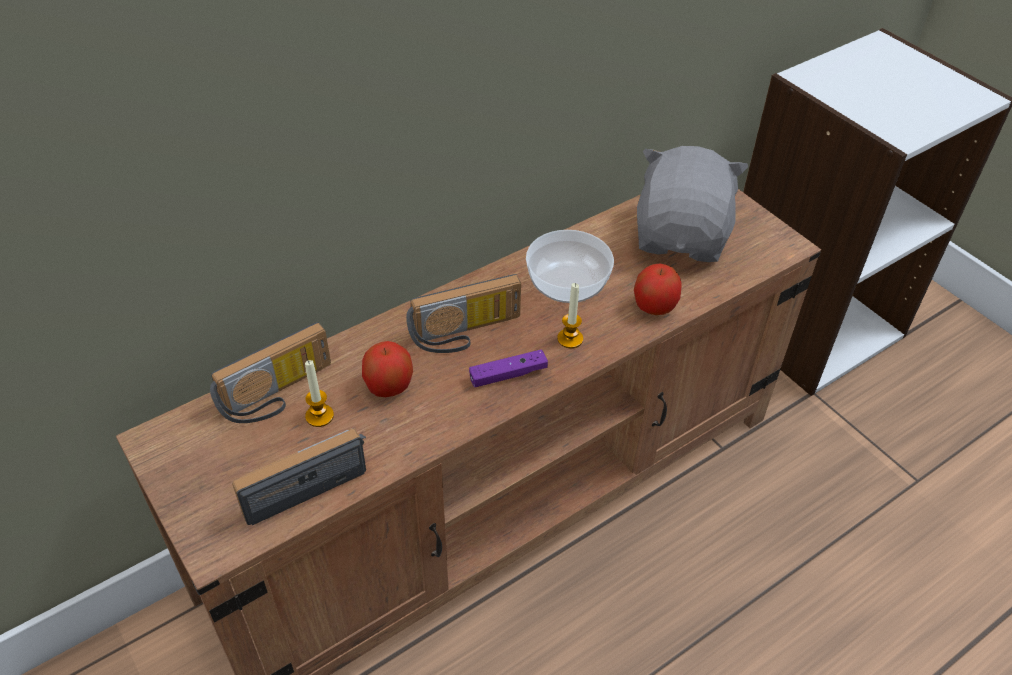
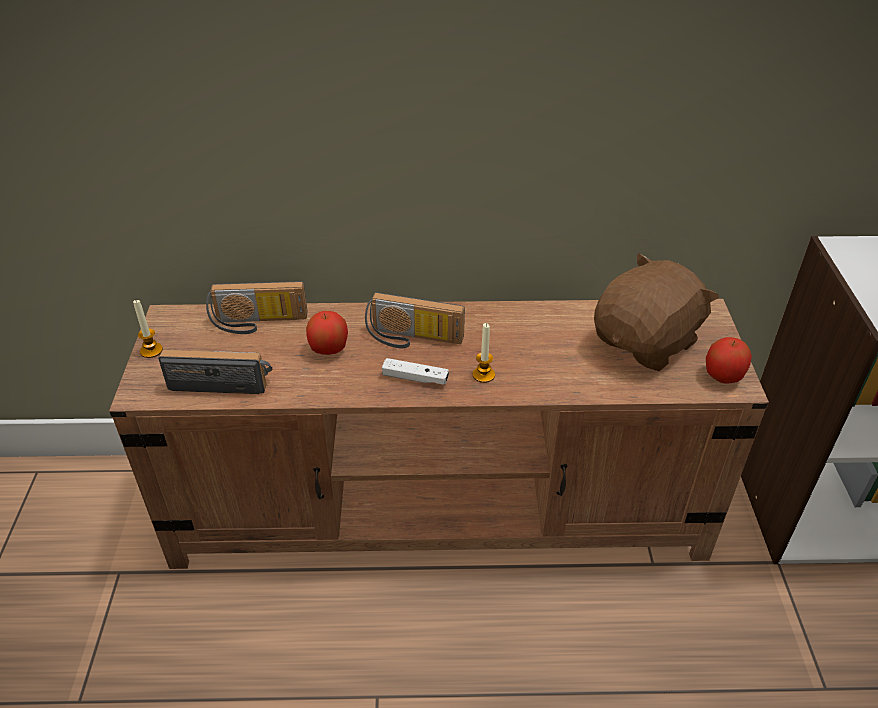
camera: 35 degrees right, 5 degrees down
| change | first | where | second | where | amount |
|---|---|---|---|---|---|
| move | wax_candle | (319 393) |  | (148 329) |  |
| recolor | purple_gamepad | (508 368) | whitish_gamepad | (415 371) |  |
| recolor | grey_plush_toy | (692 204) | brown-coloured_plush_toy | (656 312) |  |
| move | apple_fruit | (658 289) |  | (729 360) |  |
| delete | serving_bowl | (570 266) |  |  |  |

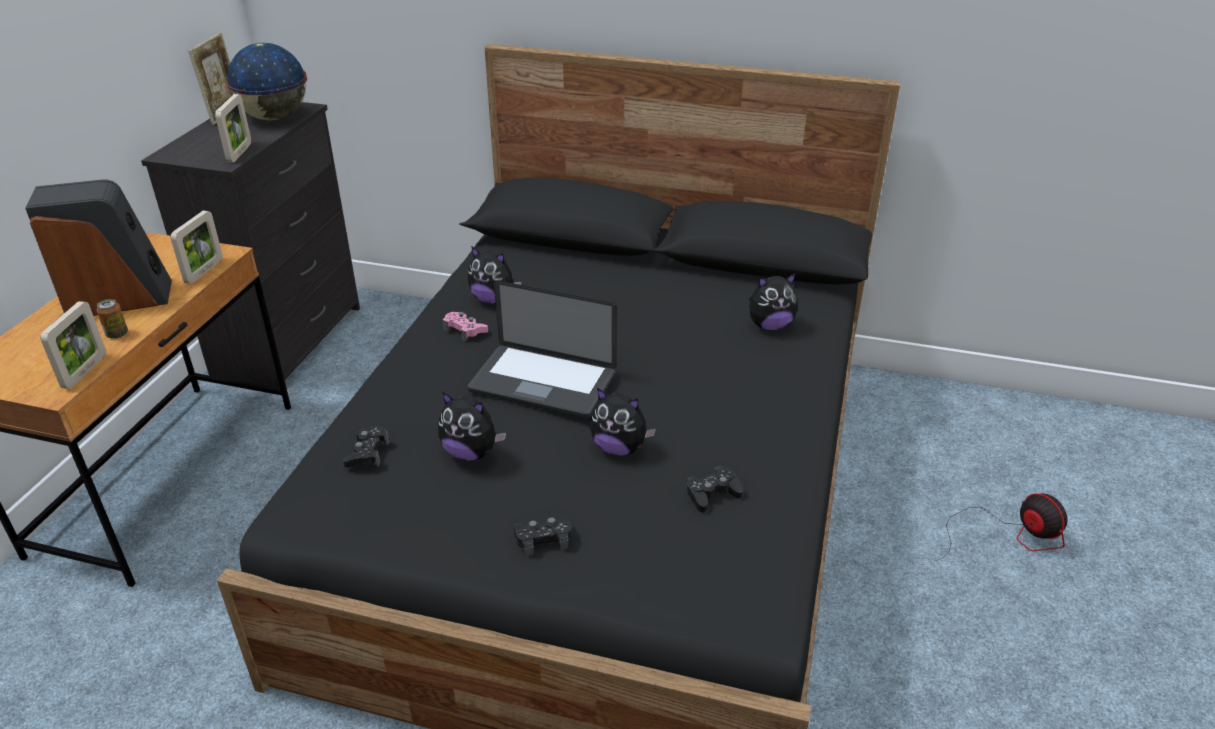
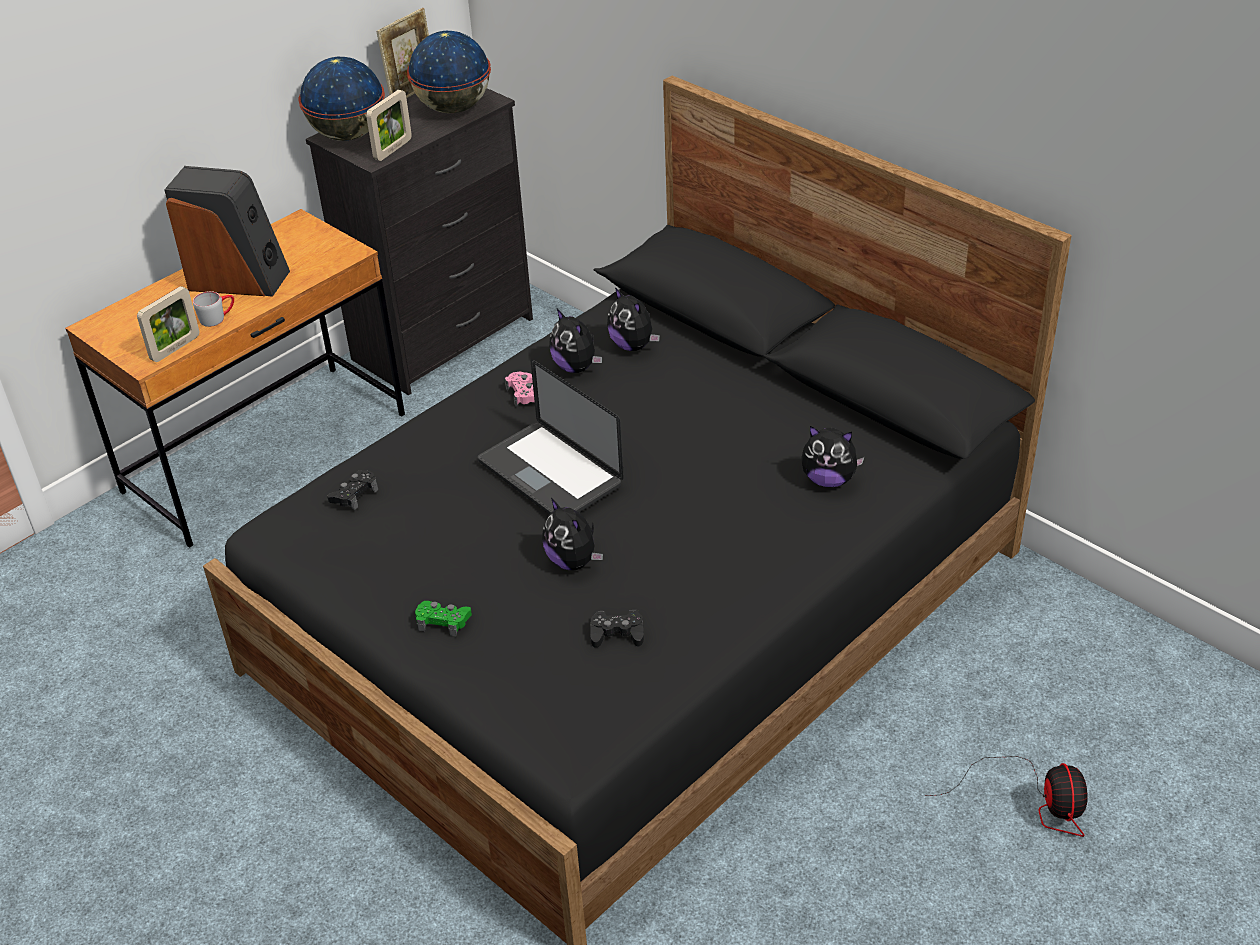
camera: 30 degrees right, 5 degrees up
| change | first | where | second | where | amount |
|---|---|---|---|---|---|
| replace | metal_can | (112 319) | grey_tea_mug | (213 309) |  |
| insert |  |  | globe | (342 99) |  |
| recolor | black-coloured_gamepad | (542 536) | green-coloured_gamepad | (443 618) |  |
| move | plush_toy | (472 426) |  | (633 319) |  |
| delete | picture_frame | (197 247) |  |  |  |

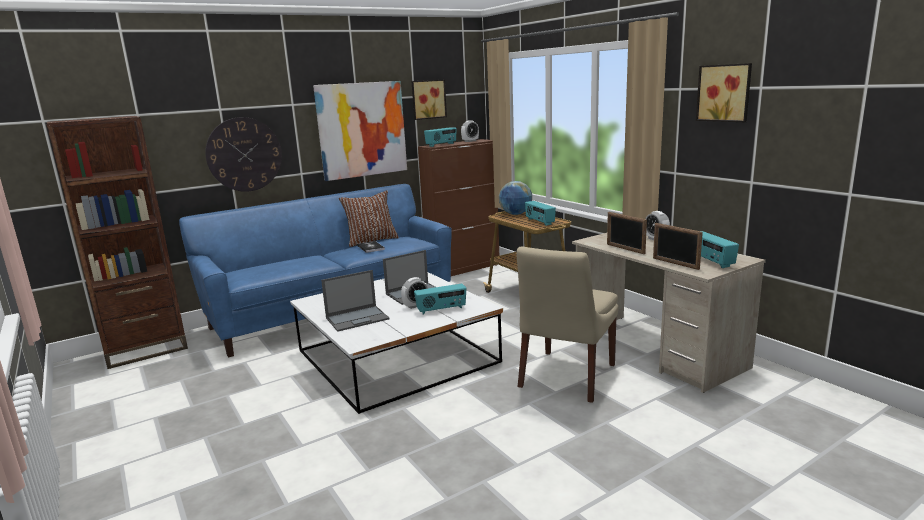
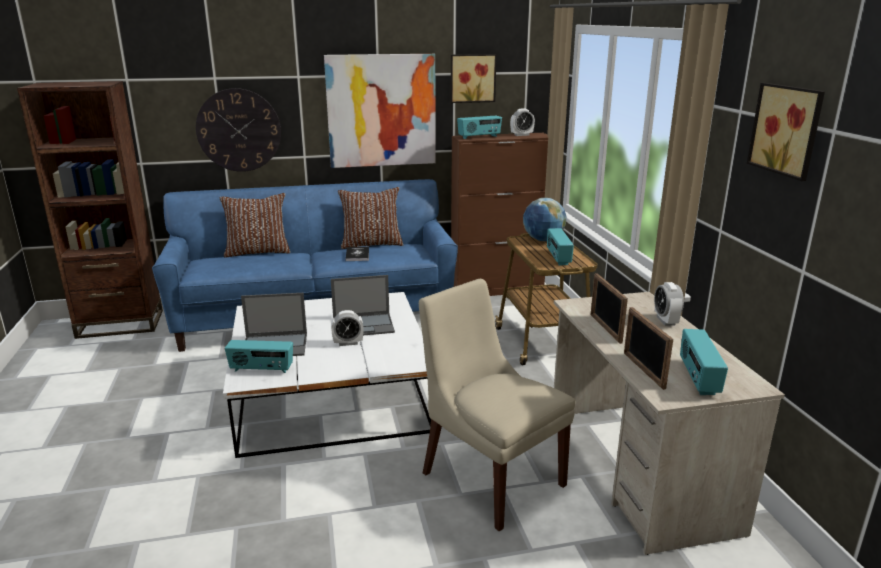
camera: 20 degrees right, 5 degrees up
| change | first | where | second | where | amount |
|---|---|---|---|---|---|
| insert |  |  | brown-coloured_throw_pillow | (254 225) |  |
| move | radio_receiver | (440 299) |  | (259 356) |  |
| rotate | beige_plain_chair | (567 325) |  | (497 405) | 90 degrees clockwise |

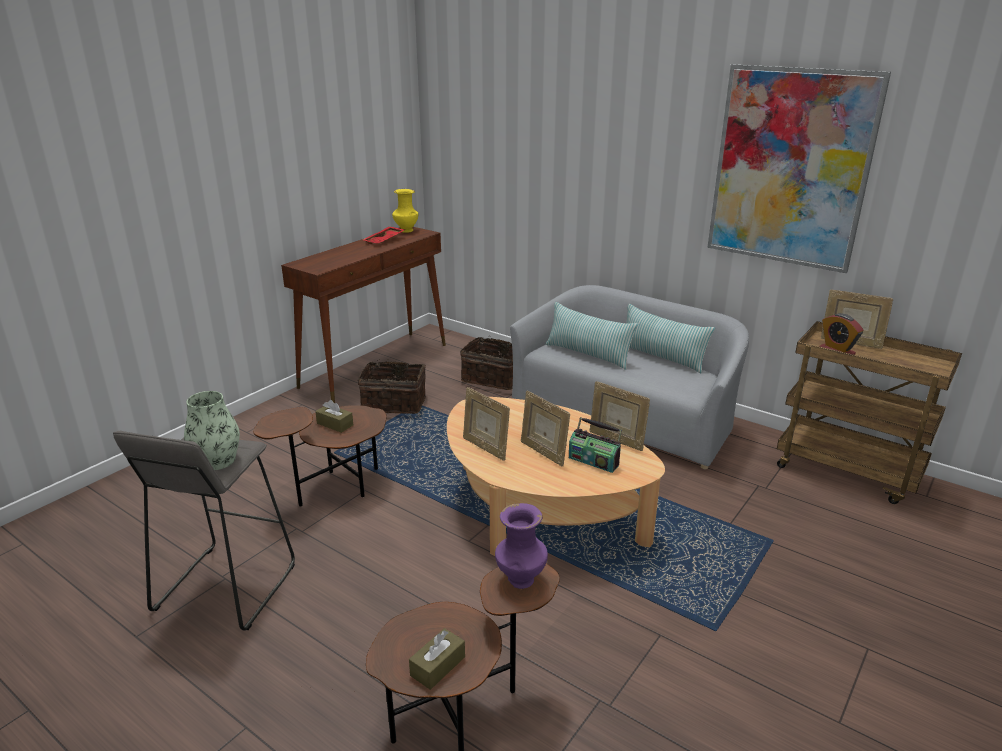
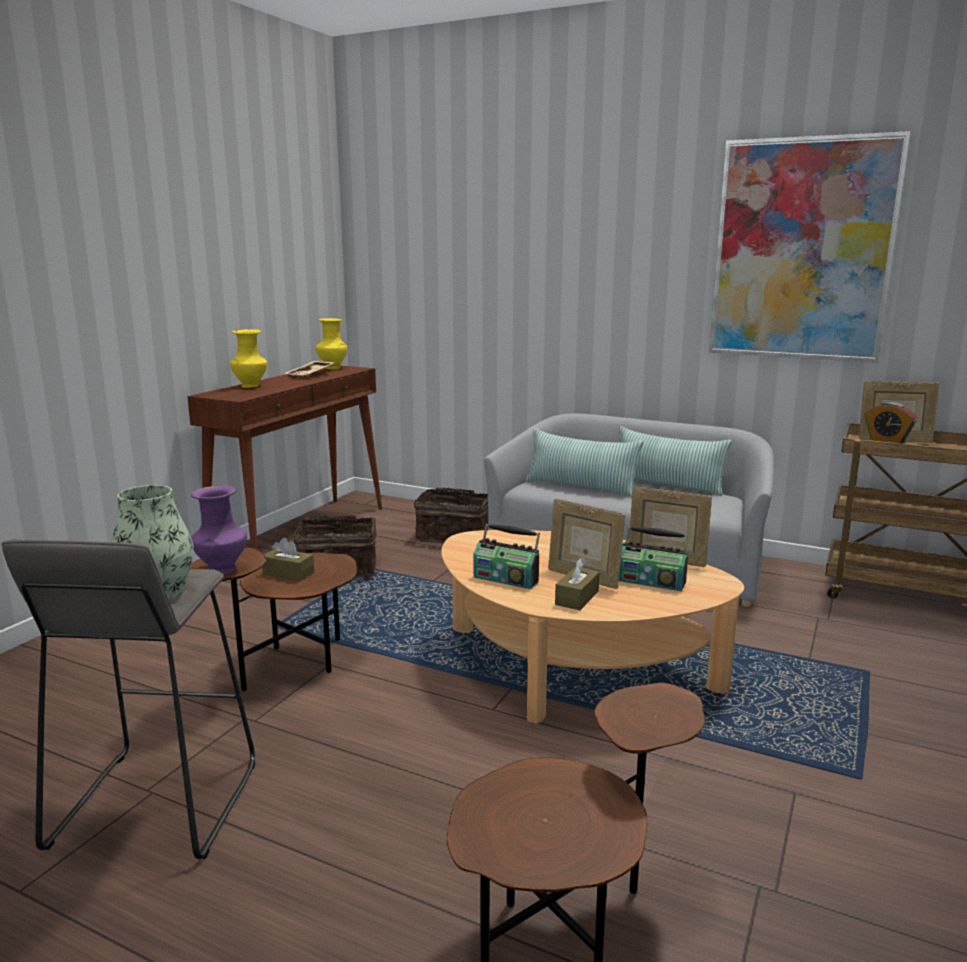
camera: 10 degrees left, 10 degrees down
| change | first | where | second | where | amount |
|---|---|---|---|---|---|
| move | purple_decorative_vase | (521 546) |  | (219 529) |  |
| insert |  |  | yellow-coloured_decorative_vase | (248 358) |  |
| recolor | red-coloured_carrying_tray | (384 235) | beige_carrying_tray | (310 369) |  |
| replace | picture_frame | (486 424) | radio_receiver | (507 556) |  |
| move | brown-coloured_tissue_box | (437 659) |  | (577 584) |  |

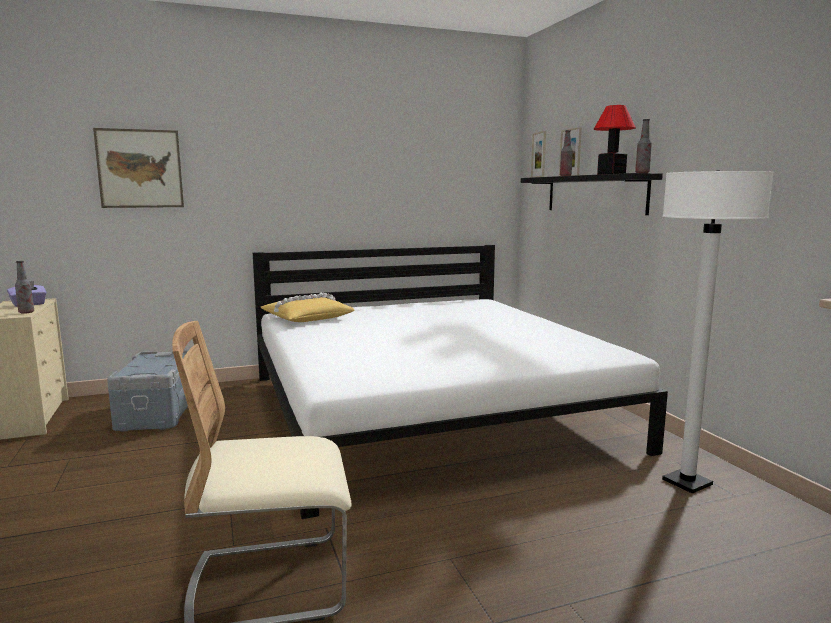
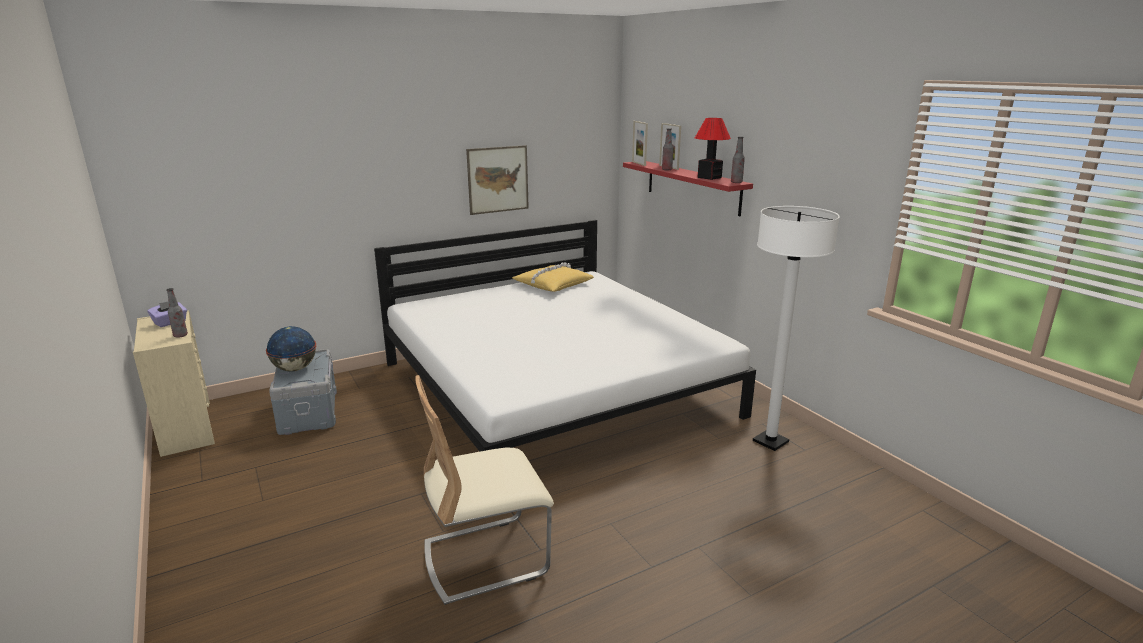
camera: 10 degrees left, 10 degrees up
| change | first | where | second | where | amount |
|---|---|---|---|---|---|
| insert |  |  | globe | (291 348) |  |
| move | wall_art | (138 168) |  | (497 180) |  |
| move | yellow-coloured_throw_pillow | (308 307) |  | (553 277) |  |
| recolor | black-coloured_shelf | (592 194) | red-coloured_shelf | (688 188) |  |

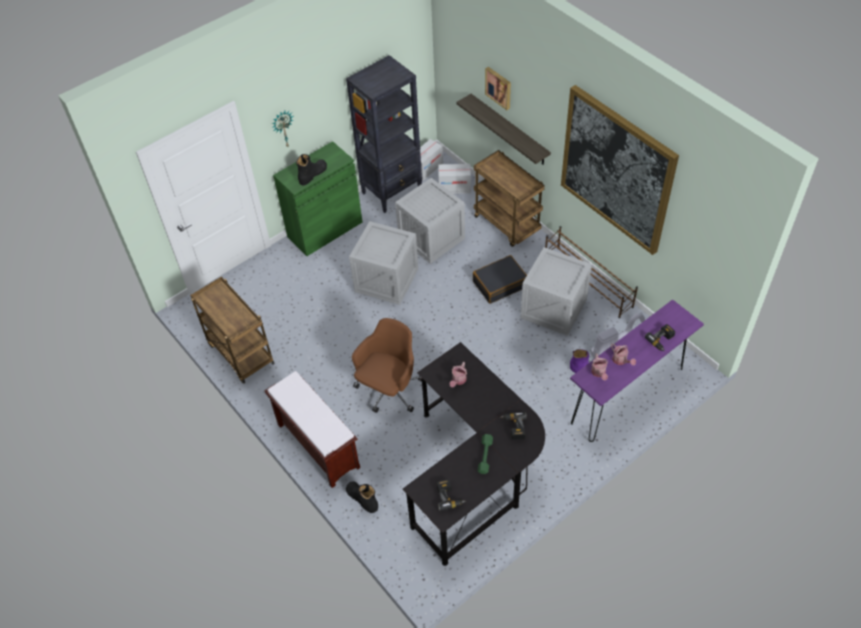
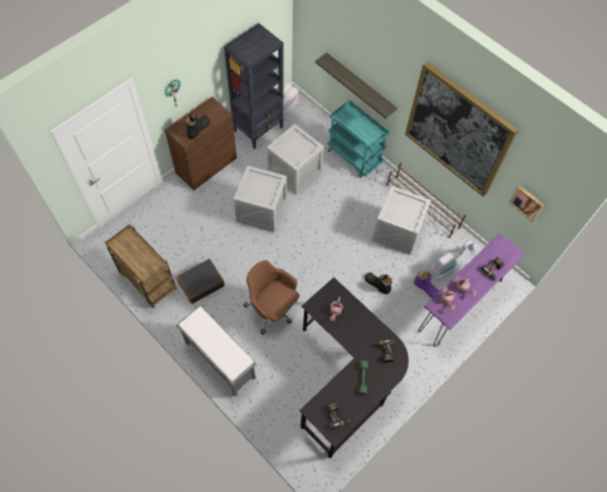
camera: 10 degrees left, 10 degrees up
| change | first | where | second | where | amount |
|---|---|---|---|---|---|
| recolor | green-coloured_cupboard | (317 198) | brown-coloured_cupboard | (201 143) |  |
| recolor | brown-coloured_indoor_bench | (312 429) | grey_indoor_bench | (216 351) |  |
| move | black-coloured_suitcase | (500 279) |  | (200 281) |  |
| rotate | brown-coloured_computer_chair | (387 365) |  | (271 297) | 75 degrees counterclockwise |
| recolor | brown-coloured_wheeled_cart | (509 198) | blue-green_wheeled_cart | (359 138) |  |
| move | black-coloured_boot | (362 497) |  | (378 283) |  |
| move | wall_art | (498 88) |  | (526 204) |  |
| delete | packing_box | (454 179) |  |  |  |

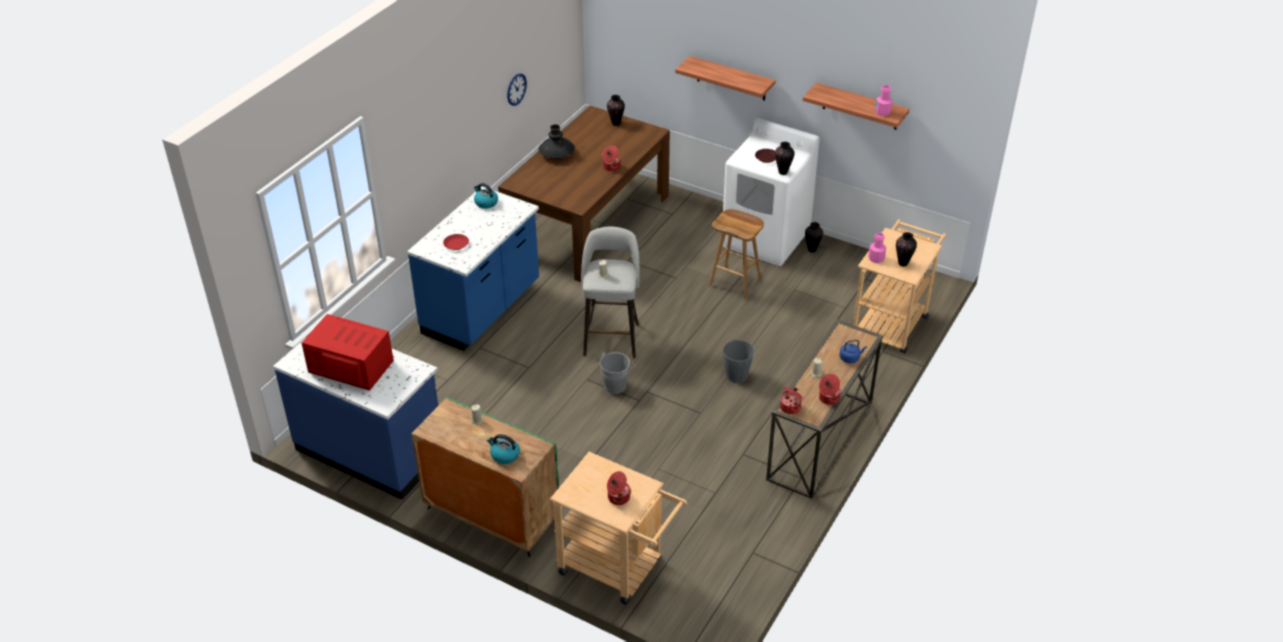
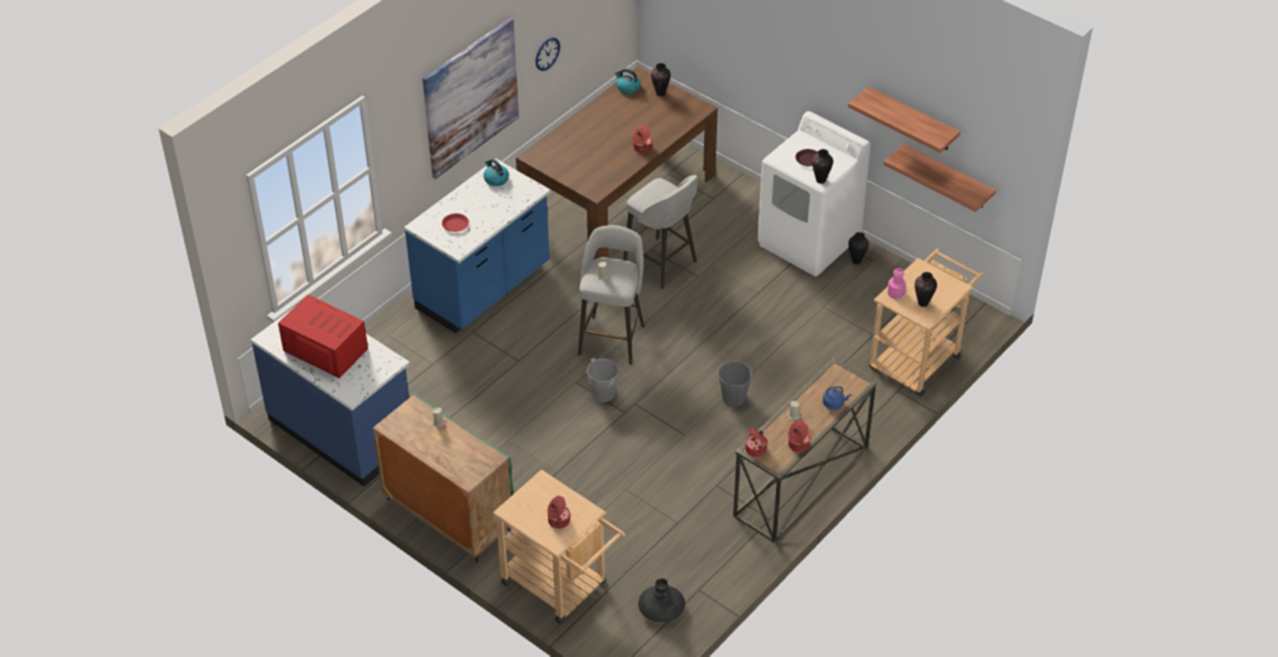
camera: 10 degrees right, 5 degrees up
| change | first | where | second | where | amount |
|---|---|---|---|---|---|
| insert |  |  | wall_art | (471 98) |  |
| move | kettle | (503 449) |  | (628 81) |  |
| insert |  |  | grey_stool_seat | (660 232) |  |
| move | black-coloured_decorative_vase | (556 141) |  | (661 600) |  |
| move | shelf | (725 78) |  | (940 178) |  |
| delete | brown-coloured_stool_seat | (736 254) |  |  |  |
| delete | pink-coloured_bottle | (883 100) |  |  |  |

